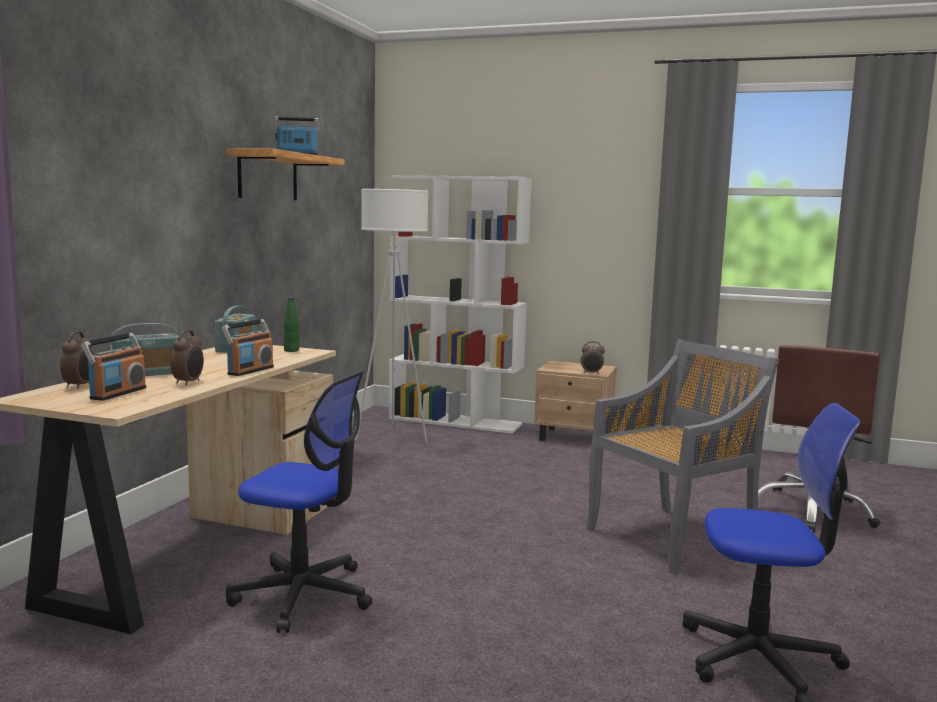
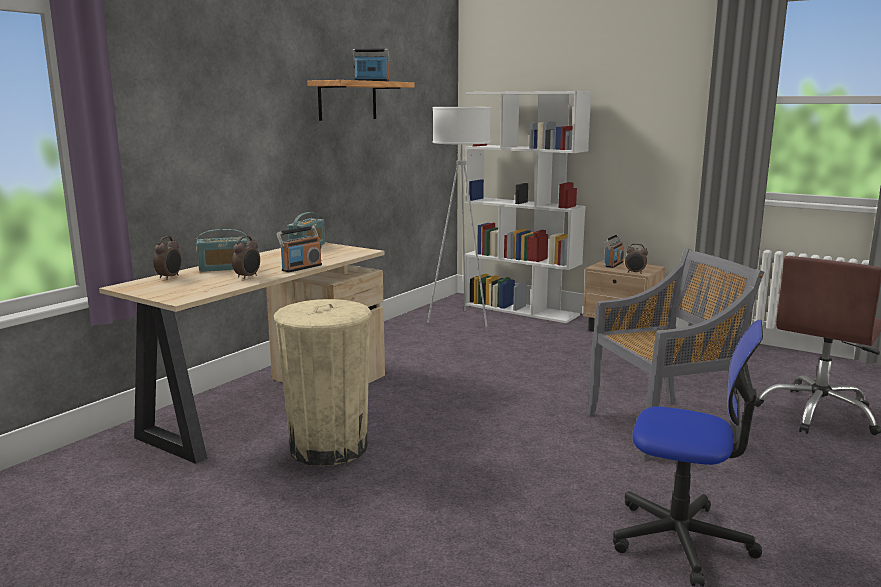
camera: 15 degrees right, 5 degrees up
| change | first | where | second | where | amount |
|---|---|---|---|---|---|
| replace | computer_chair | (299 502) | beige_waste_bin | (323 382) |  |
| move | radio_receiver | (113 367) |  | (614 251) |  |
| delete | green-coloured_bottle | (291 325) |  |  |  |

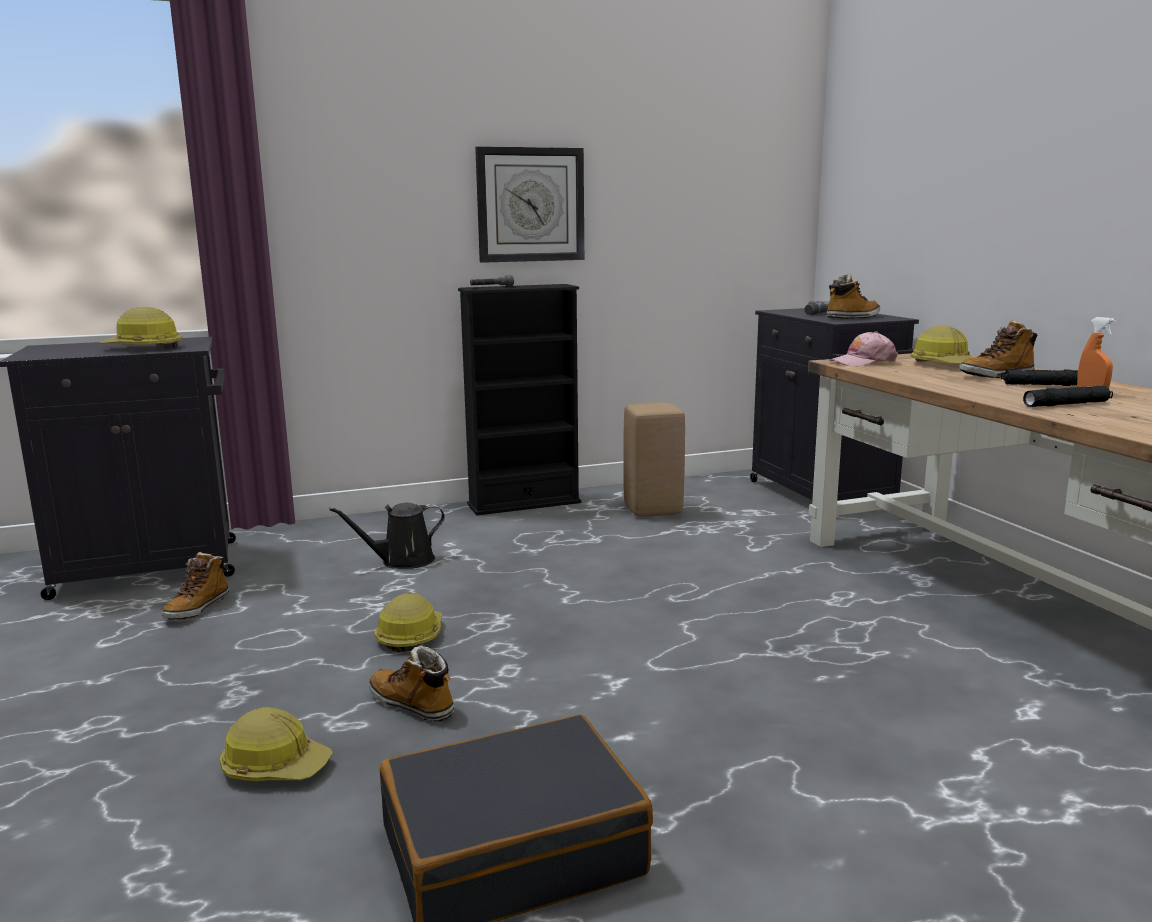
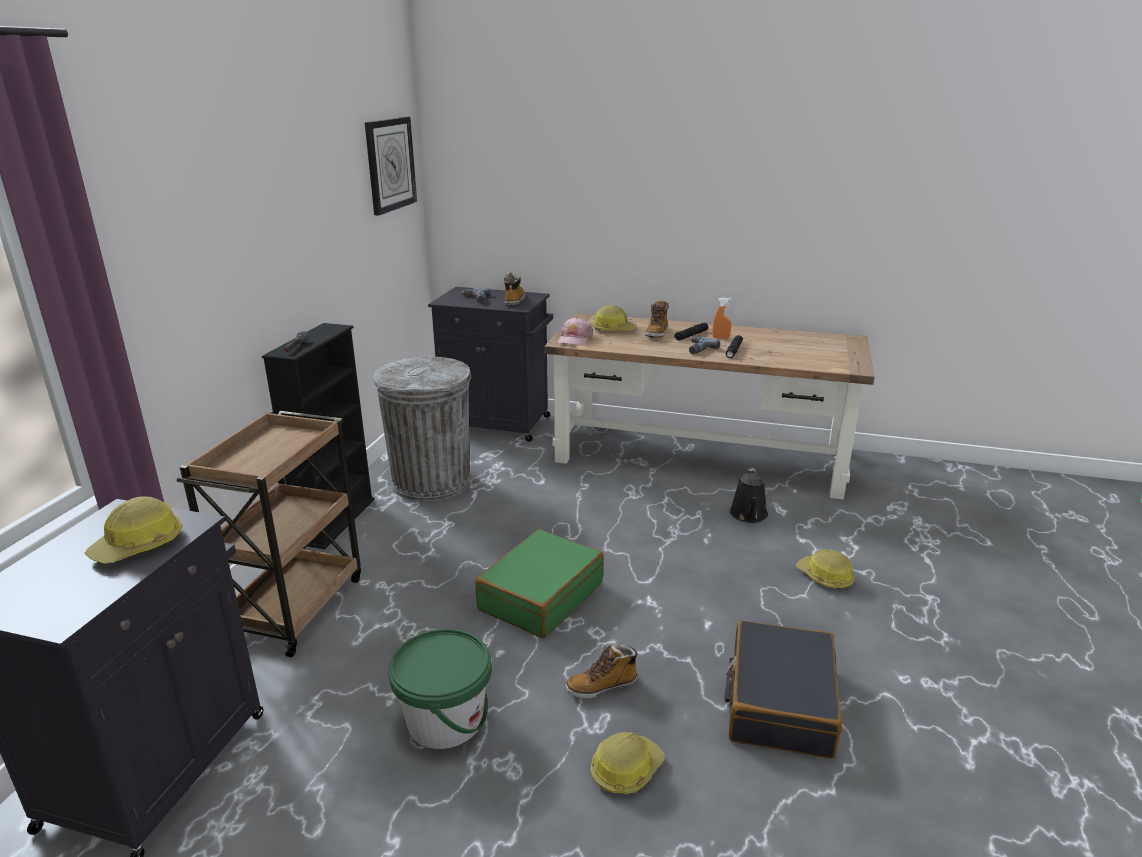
camera: 55 degrees left, 10 degrees up
| change | first | where | second | where | amount |
|---|---|---|---|---|---|
| insert |  |  | brown-coloured_wheeled_cart | (268 534) |  |
| move | wall_clock | (529 204) |  | (391 166) |  |
| replace | beige_stool_seat | (654 459) | grey_waste_bin | (422 429) |  |
| insert |  |  | green-coloured_water_bucket | (440 689) |  |
| insert |  |  | green-coloured_suitcase | (539 583) |  |
| insert |  |  | power_drill | (704 344) |  |
| move | black-coloured_watering_pot | (387 536) |  | (749 495) |  |
| move | hard_hat | (408 622) |  | (825 569) |  |
| delete | boot | (195 585) |  |  |  |

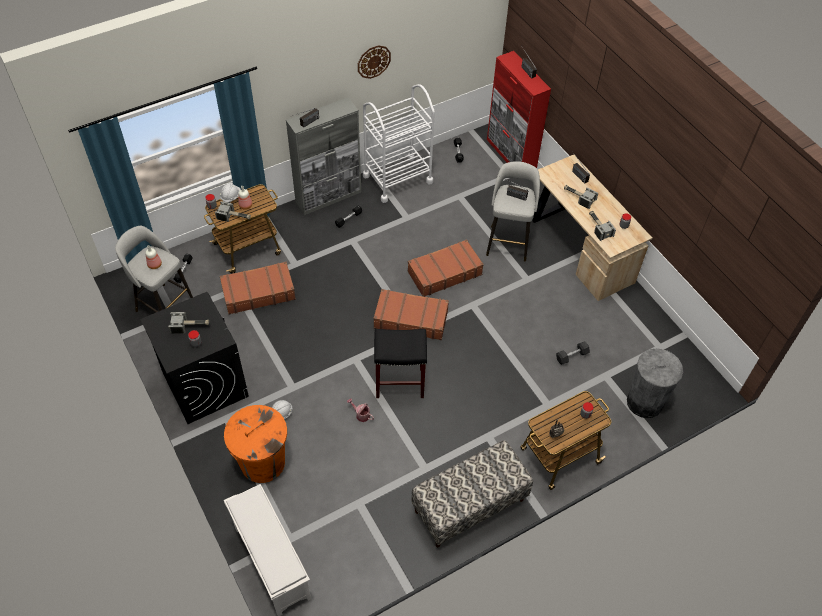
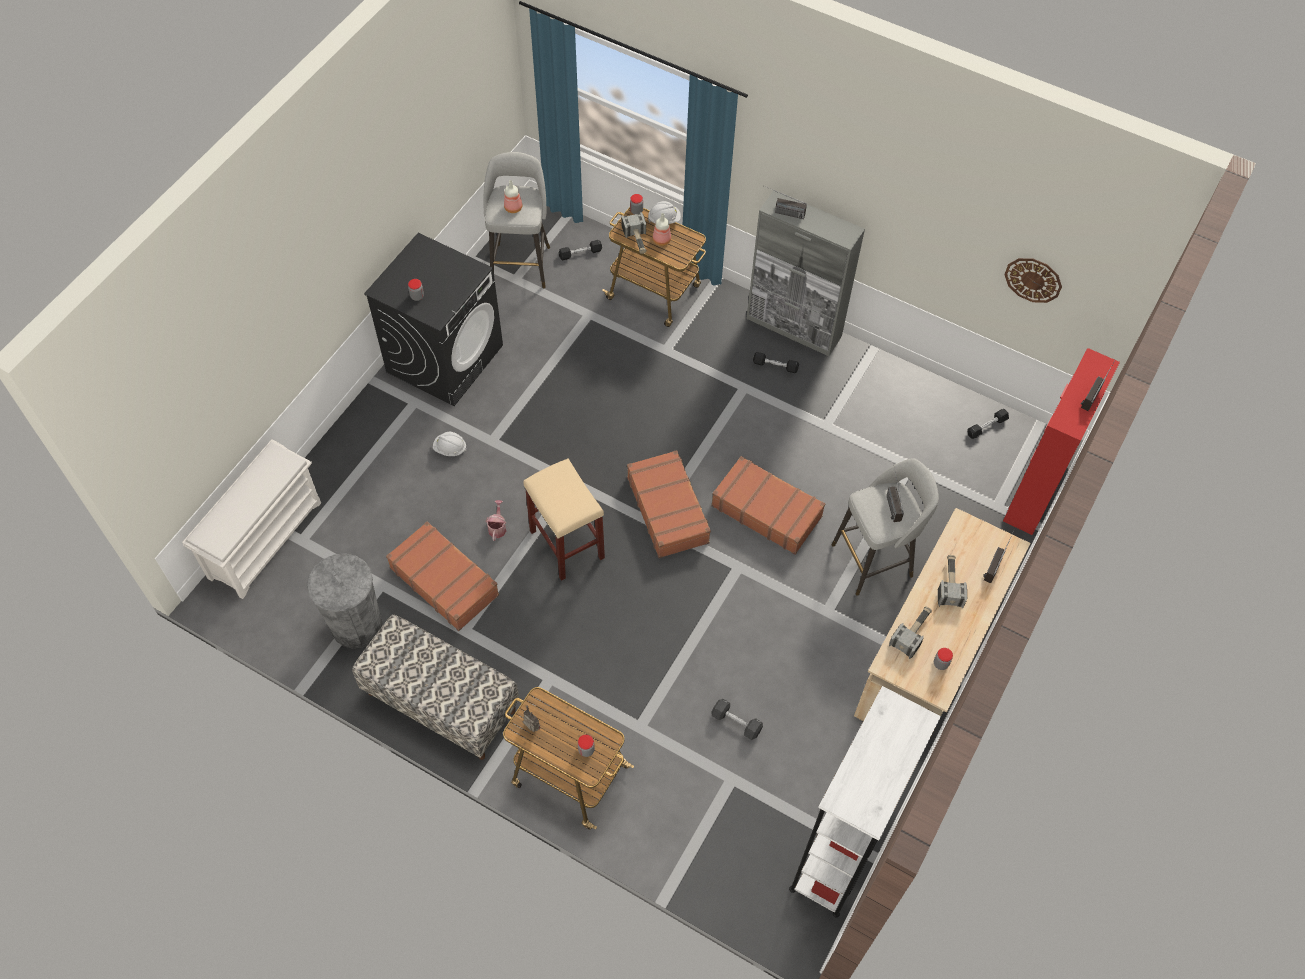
camera: 60 degrees right, 5 degrees up
| change | first | where | second | where | amount |
|---|---|---|---|---|---|
| move | grey_waste_bin | (655 383) |  | (345 600) |  |
| move | brown-coloured_suitcase | (258 288) |  | (442 576) |  |
| recolor | black-coloured_stool_seat | (400 363) | beige_stool_seat | (564 520) |  |
| insert |  |  | whitish_bookshelf | (865 801) |  |
| move | wall_clock | (374 62) |  | (1033 280) |  |
| delete | hand_hammer | (188 323) |  |  |  |
| delete | orange_waste_bin | (255 444) |  |  |  |
| delete | whitish_wheeled_cart | (399 143) |  |  |  |

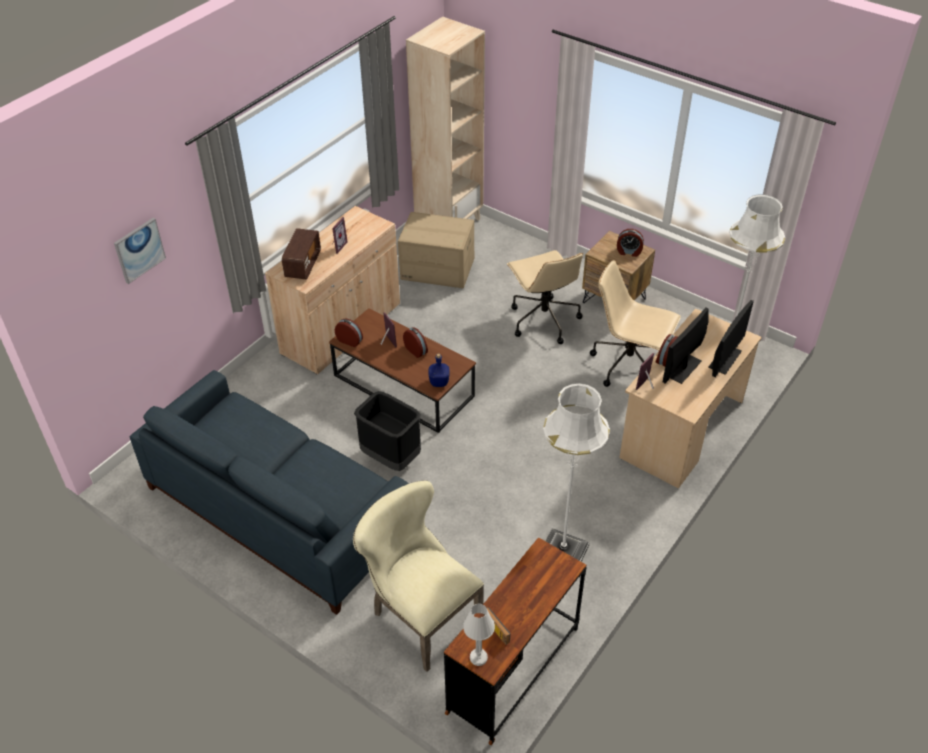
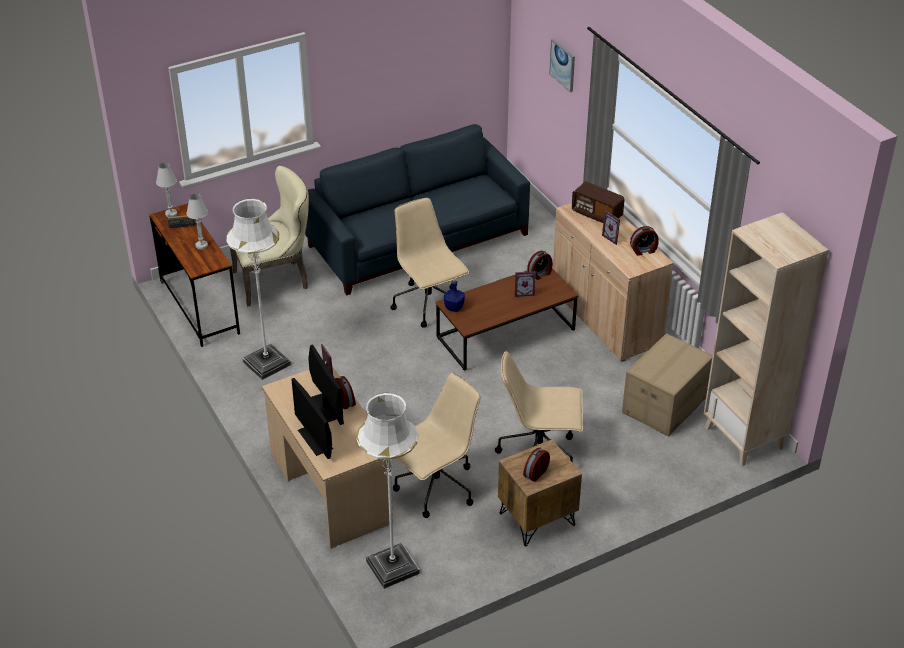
camera: 115 degrees right, 5 degrees down
| change | first | where | second | where | amount |
|---|---|---|---|---|---|
| insert |  |  | whitish_table_lamp | (197 221) |  |
| replace | black-coloured_waste_bin | (387 431) | beige_computer_chair | (429 263) |  |
| move | table_clock | (415 342) |  | (644 241) |  |

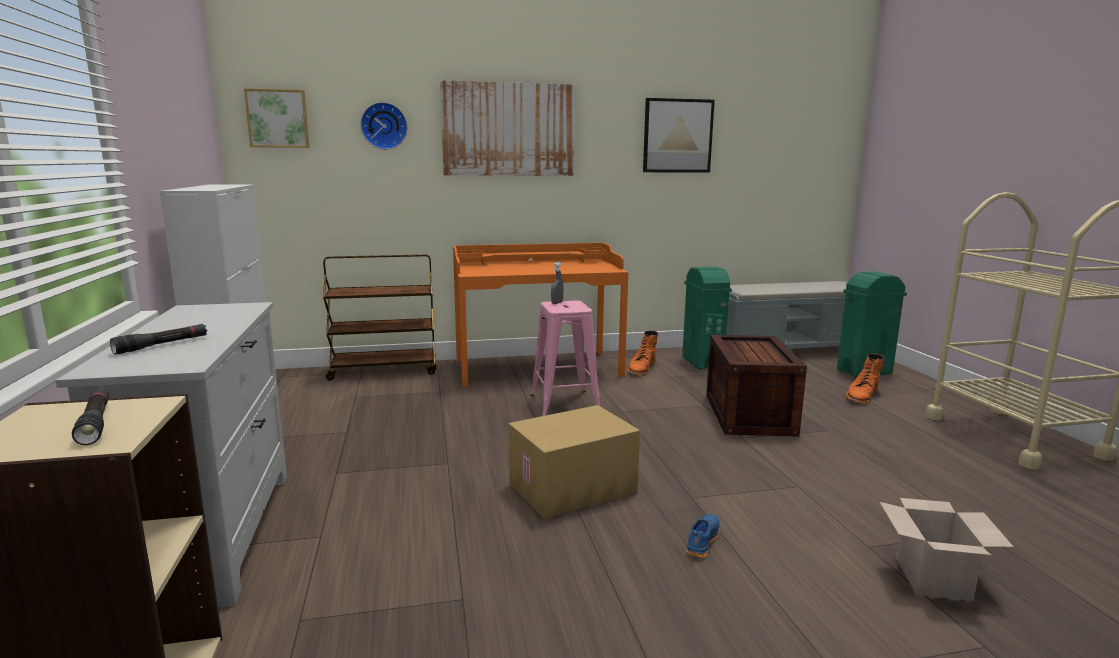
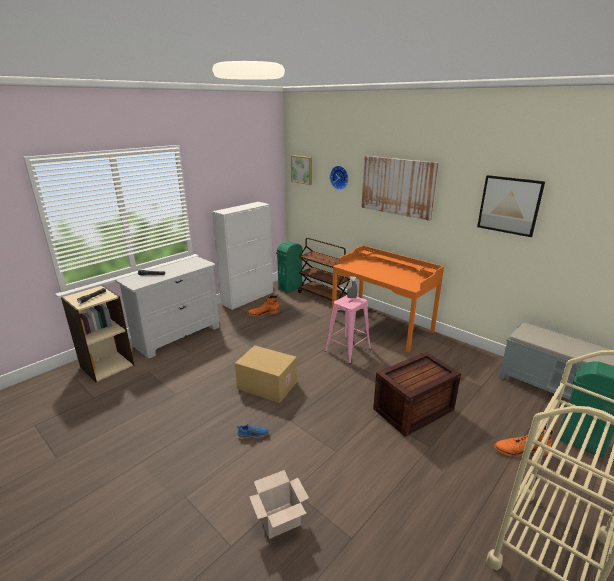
camera: 55 degrees right, 10 degrees up
| change | first | where | second | where | amount |
|---|---|---|---|---|---|
| move | orange_boot | (642 353) |  | (263 305) |  |
| move | green-coloured_waste_bin | (707 318) |  | (289 267) |  |

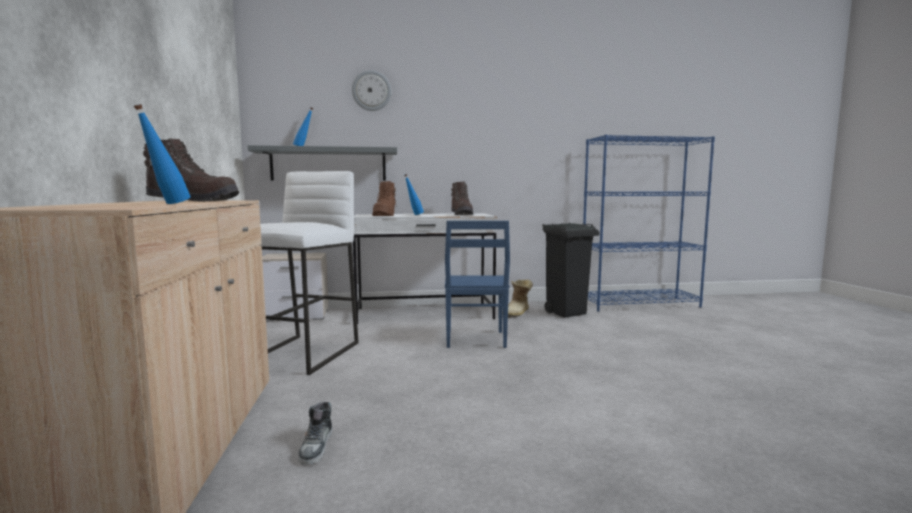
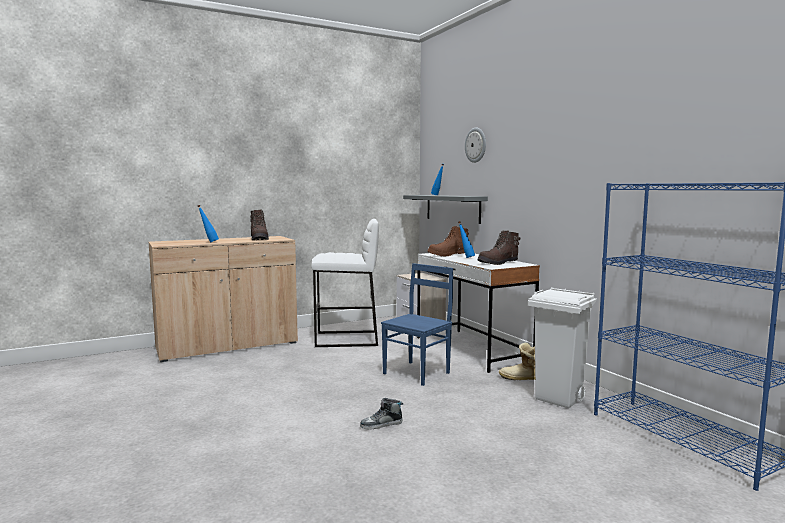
camera: 70 degrees right, 0 degrees up
| change | first | where | second | where | amount |
|---|---|---|---|---|---|
| move | shoe | (315 433) |  | (381 414) |  |
| rotate | blue_plain_chair | (477 284) |  | (417 324) | 150 degrees clockwise |
| recolor | black-coloured_waste_bin | (571 270) | whitish_waste_bin | (562 347) |  |

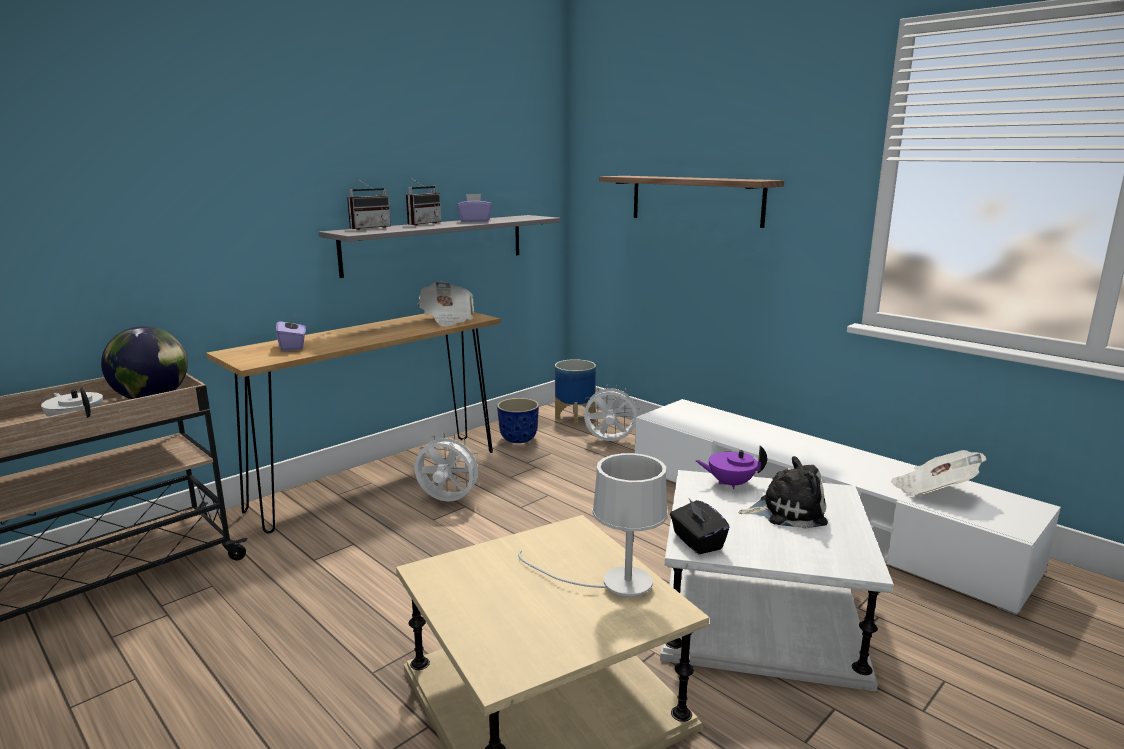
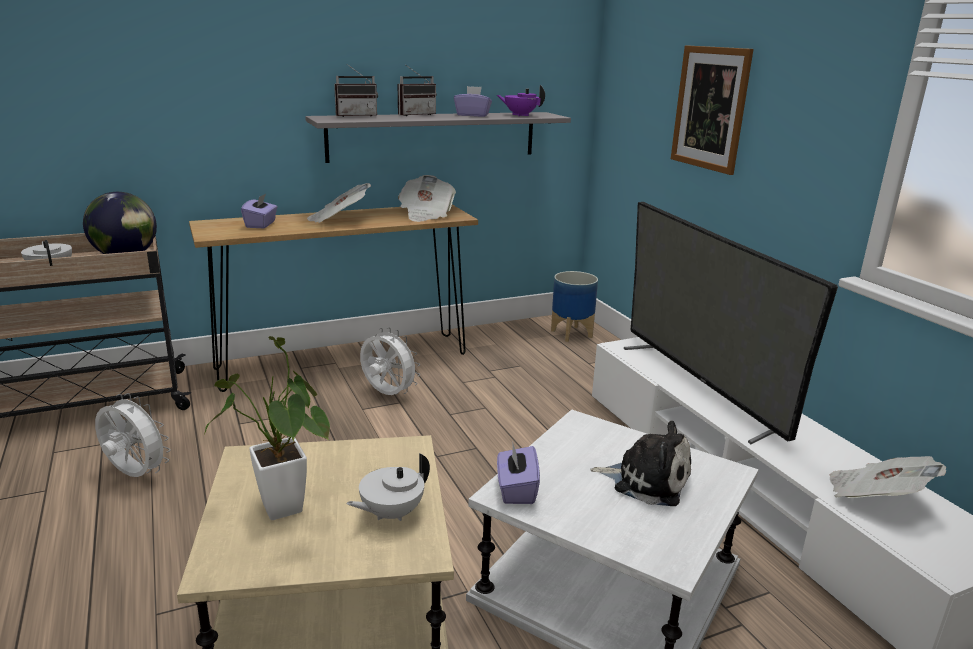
camera: 20 degrees right, 5 degrees up
| change | first | where | second | where | amount |
|---|---|---|---|---|---|
| move | whitish_cooling_fan | (611 413) |  | (133 435) |  |
| insert |  |  | potted_plant | (267 428) |  |
| insert |  |  | printed_paper | (339 203) |  |
| replace | whitish_table_lamp | (593 525) | whitish_teapot | (388 487) |  |
| move | purple_teapot | (731 467) |  | (521 100) |  |
| recolor | black-coloured_tissue_box | (699 526) | purple_tissue_box | (518 474) |  |
| insert |  |  | television | (731 323) |  |
| replace | shelf | (691 202) | wall_art | (712 110) |  |
| delete | planter | (518 420) |  |  |  |

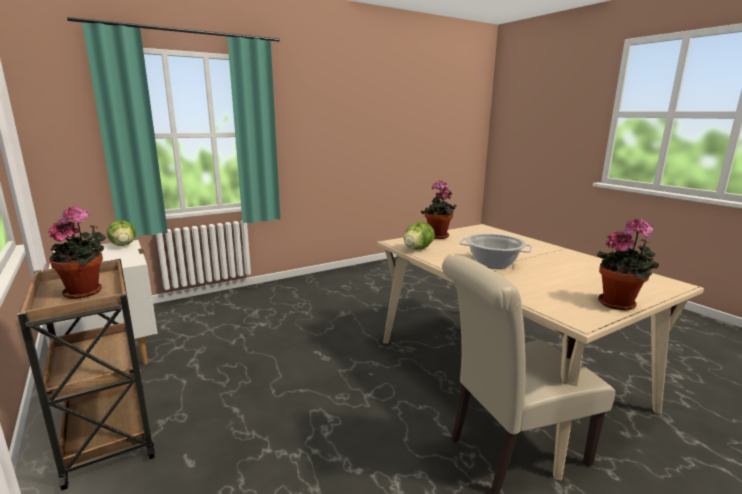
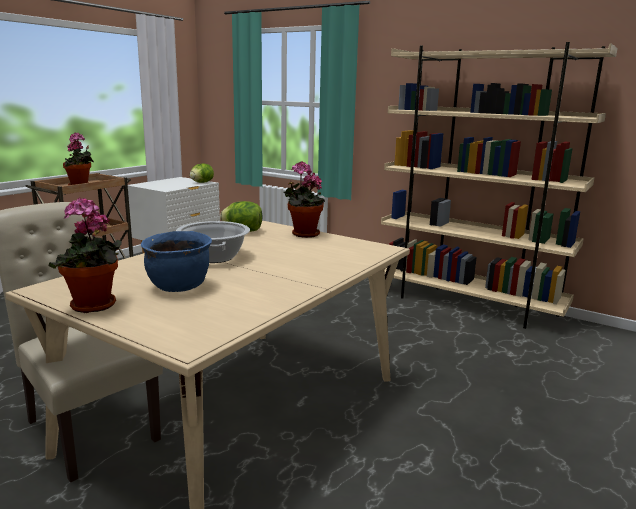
camera: 65 degrees right, 0 degrees up
| change | first | where | second | where | amount |
|---|---|---|---|---|---|
| insert |  |  | blue_stockpot | (176 261) |  |
| insert |  |  | beige_bookshelf | (499 185) |  |

